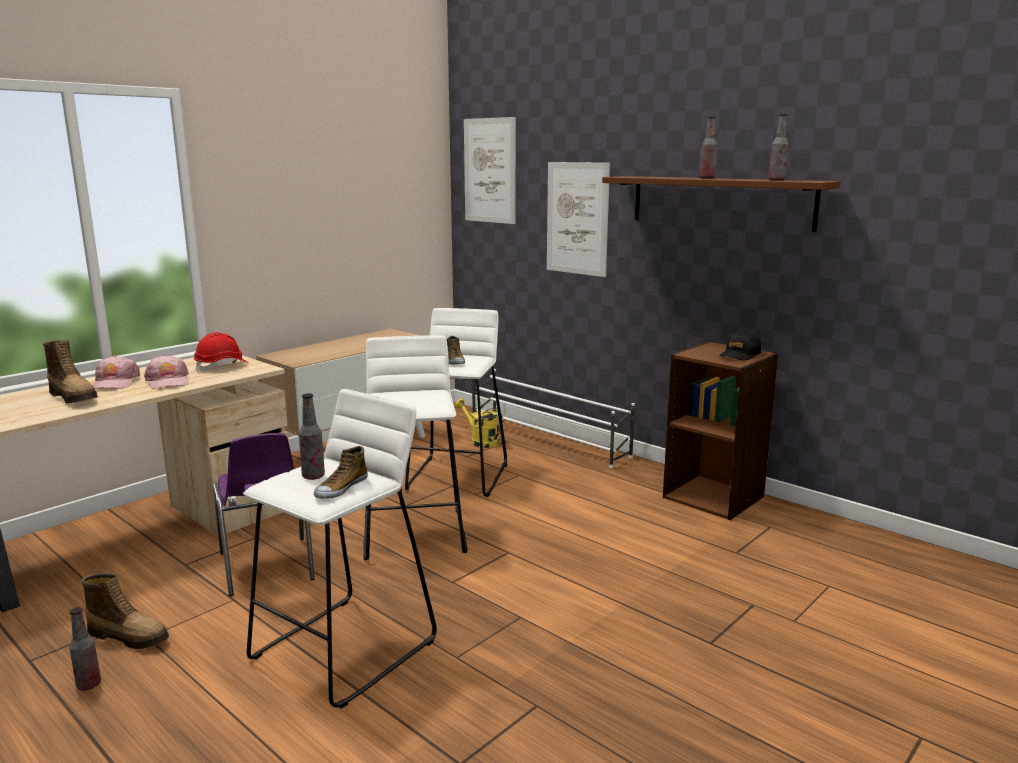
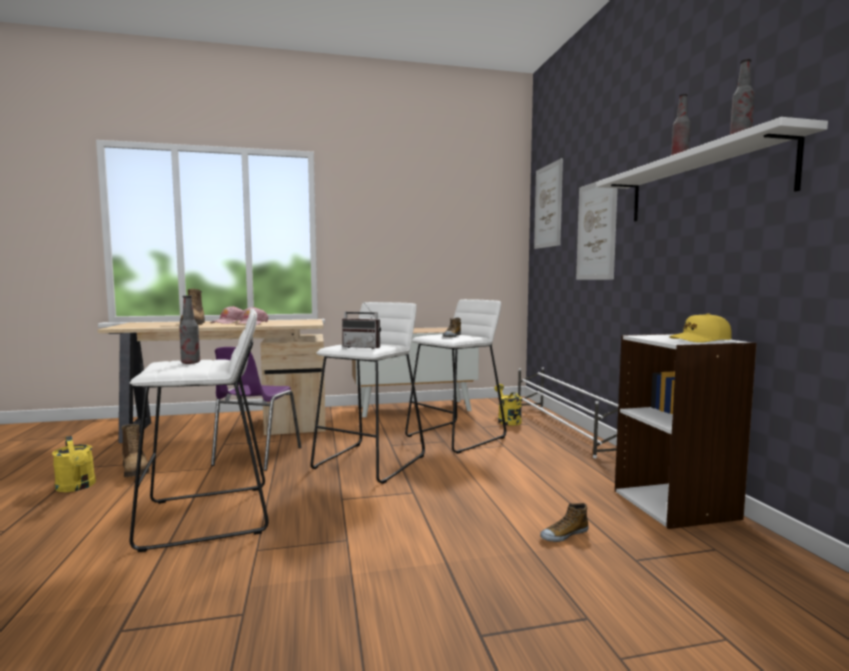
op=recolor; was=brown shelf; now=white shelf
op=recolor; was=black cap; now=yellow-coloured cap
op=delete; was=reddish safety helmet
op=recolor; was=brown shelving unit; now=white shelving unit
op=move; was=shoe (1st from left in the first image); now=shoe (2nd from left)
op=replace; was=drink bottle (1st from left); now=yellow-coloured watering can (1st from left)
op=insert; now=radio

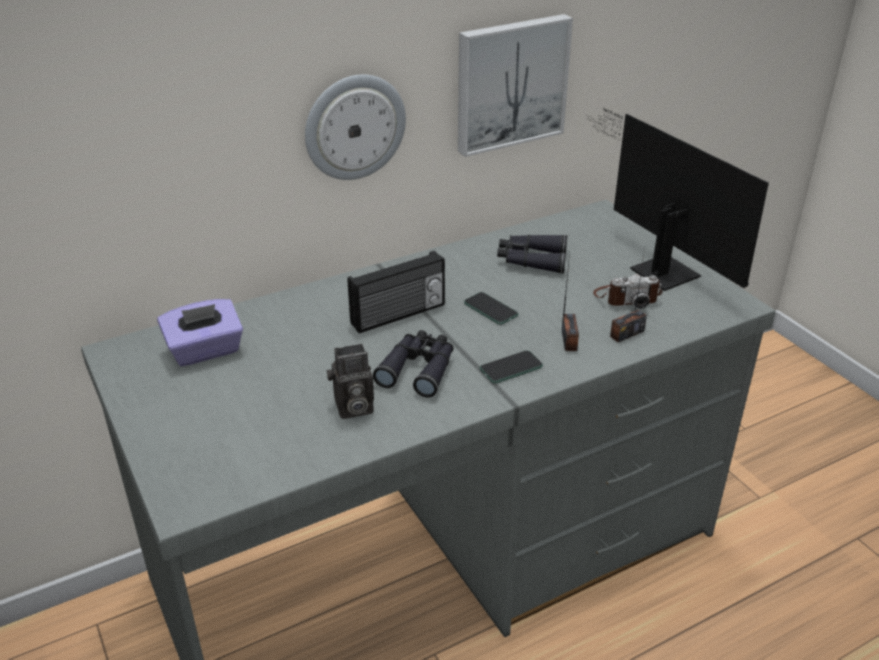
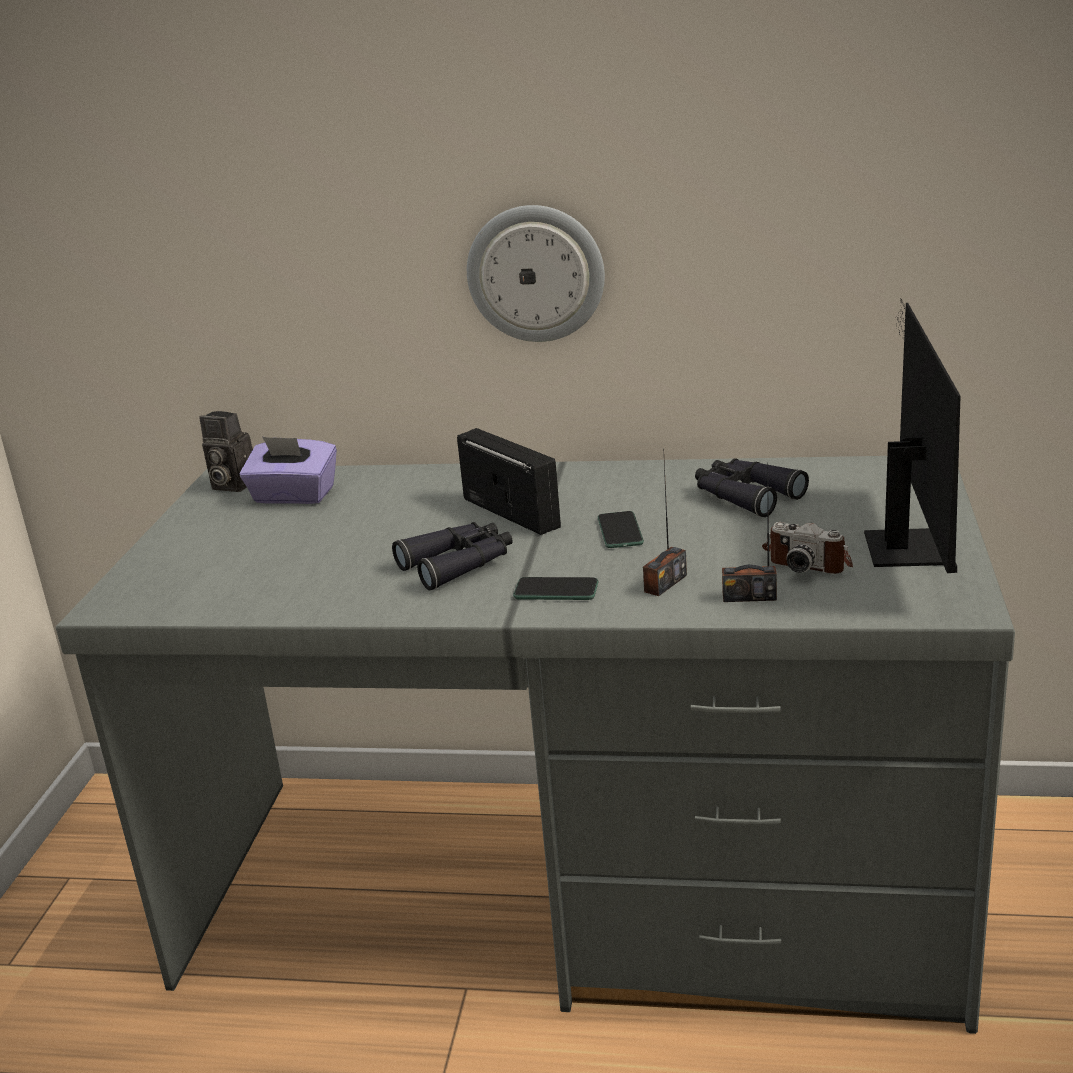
op=delete; was=wall art
op=rotate; was=radio (1st from left); clockwise=-135
op=move; was=photo camera (1st from left)

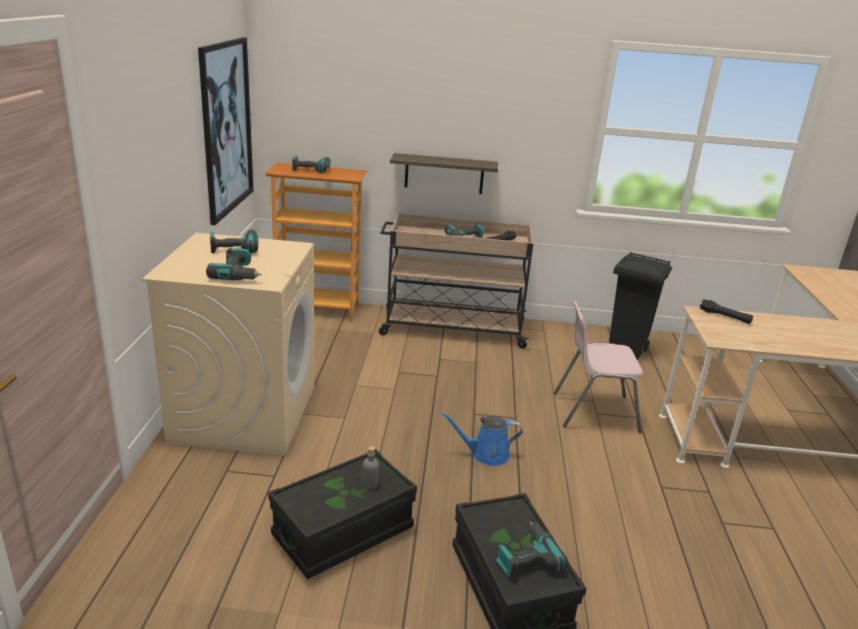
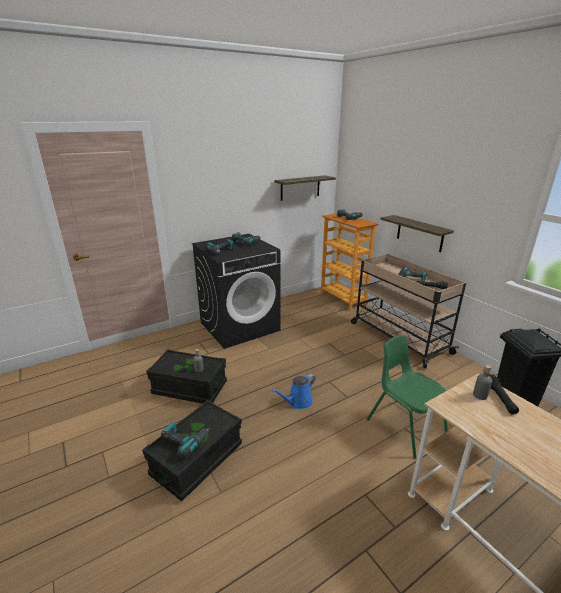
op=replace; was=wall art; now=shelf (1st from left)
op=recolor; was=beige-coloured laundry machine; now=black laundry machine
op=recolor; was=pinkish plain chair; now=green plain chair
op=rotate; was=blue watering can; clockwise=-90
op=insert; now=greyish drink bottle (2nd from left)

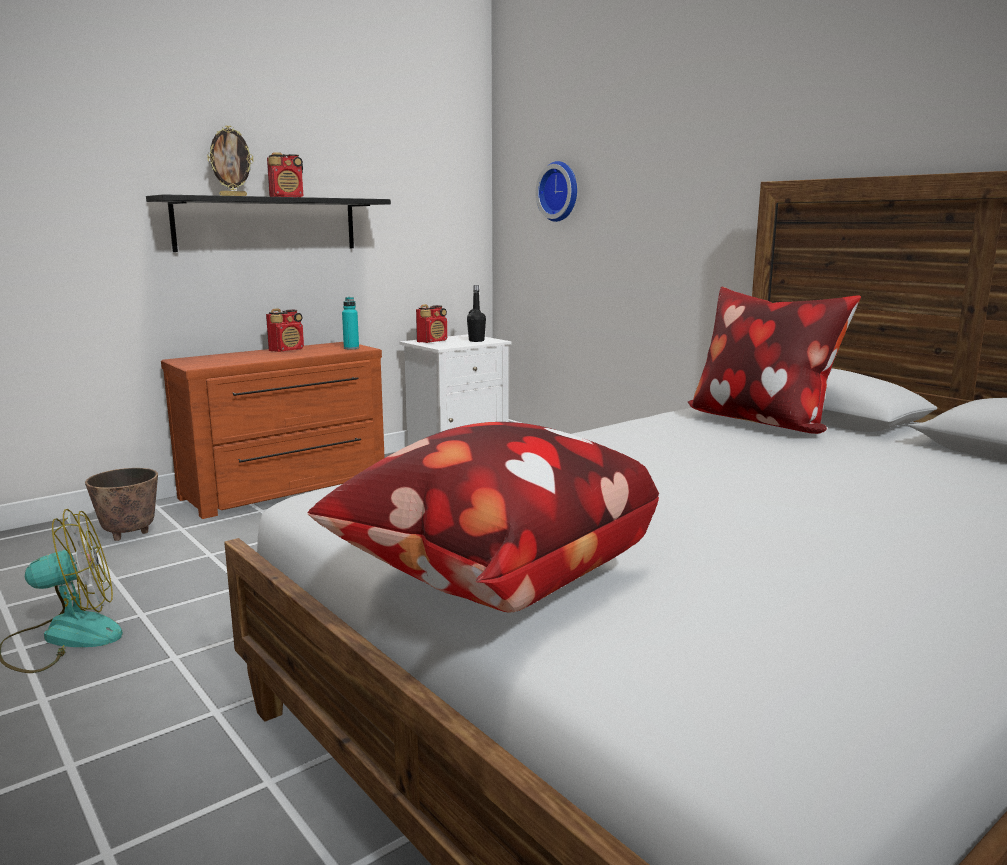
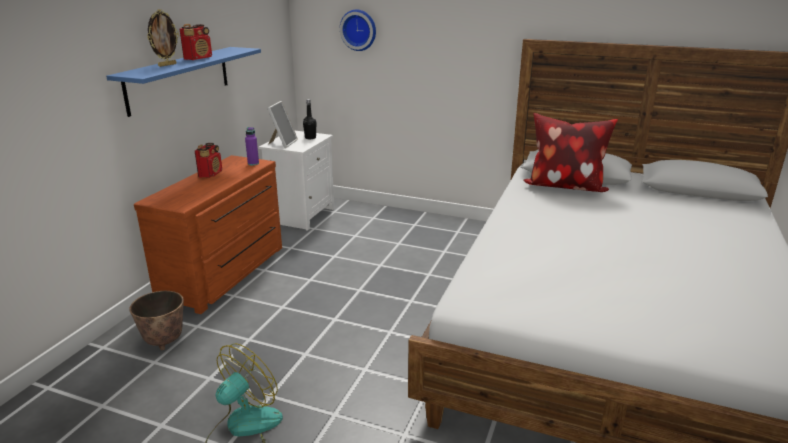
op=recolor; was=black shelf; now=blue shelf
op=recolor; was=turquoise-coloured drink bottle; now=purple drink bottle
op=replace; was=radio (3rd from left); now=picture frame (2nd from left)
op=delete; was=throw pillow (1st from left)

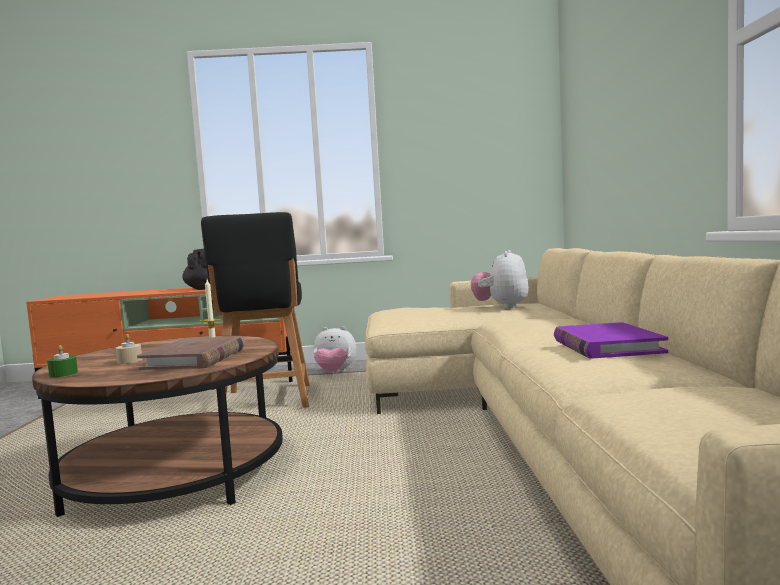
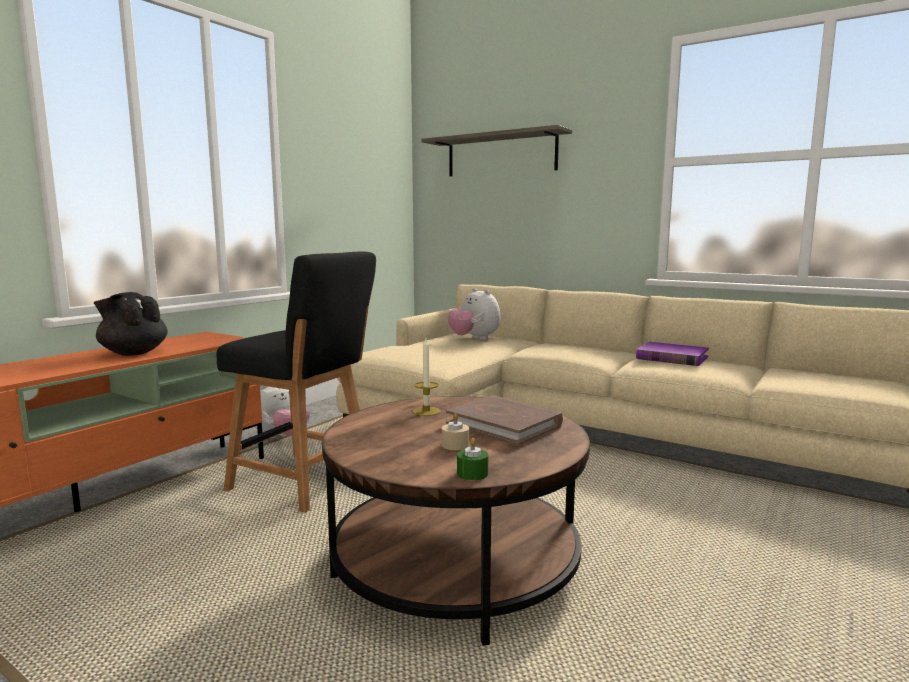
op=insert; now=shelf

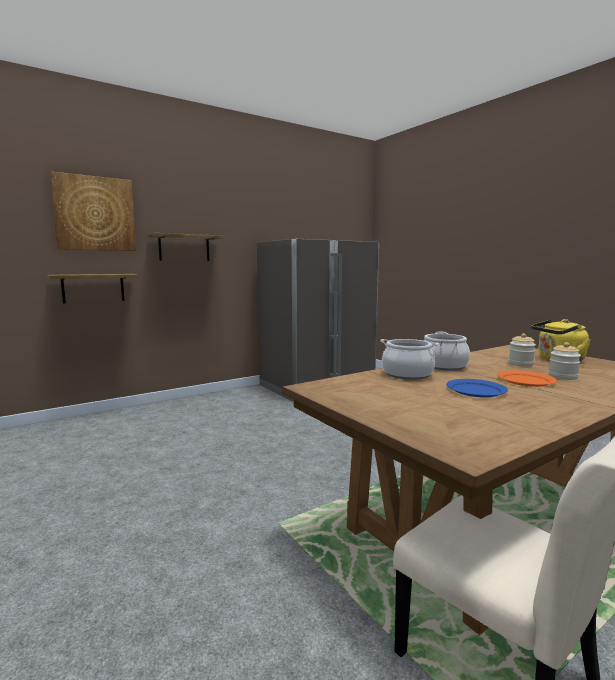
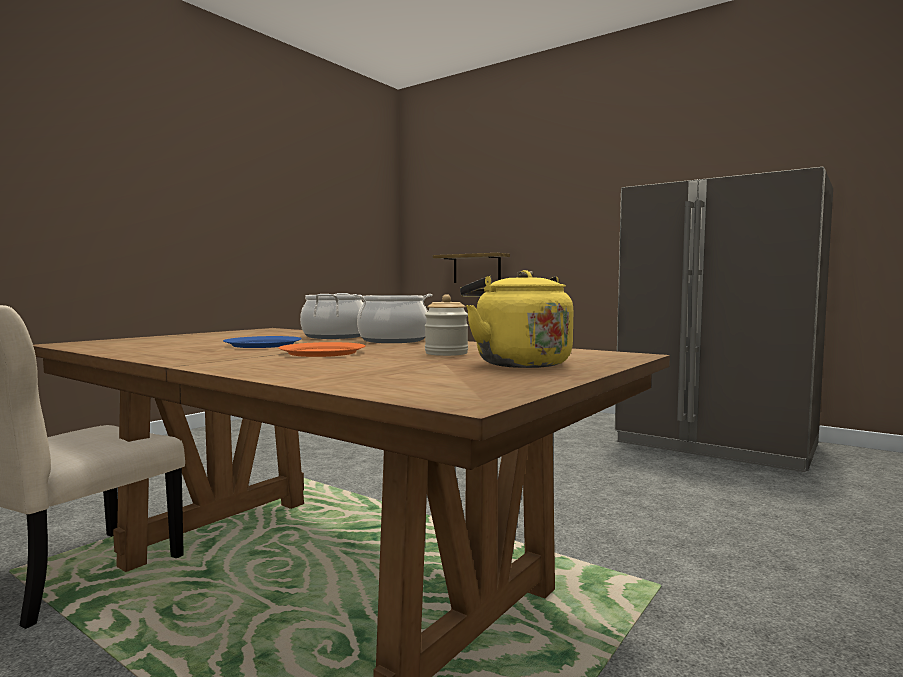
op=delete; was=wall art
op=delete; was=shelf (2nd from left)
op=delete; was=storage jar (2nd from left)

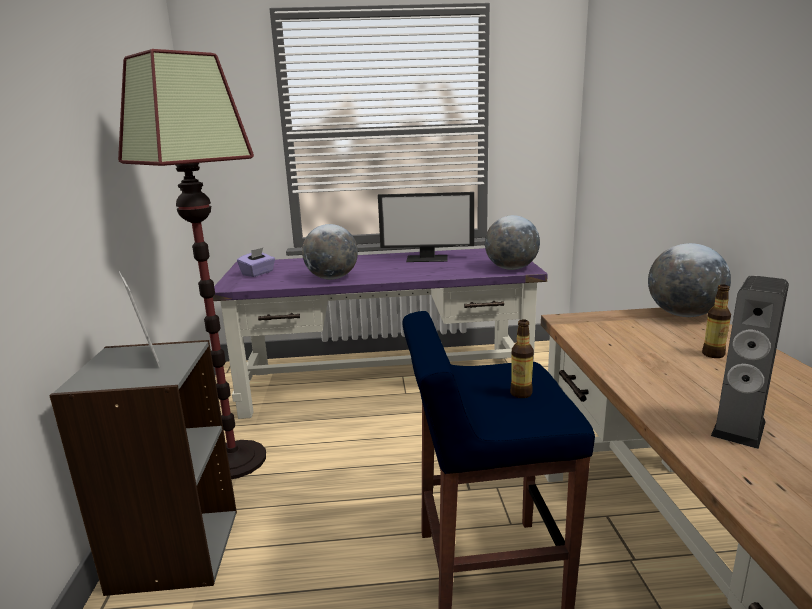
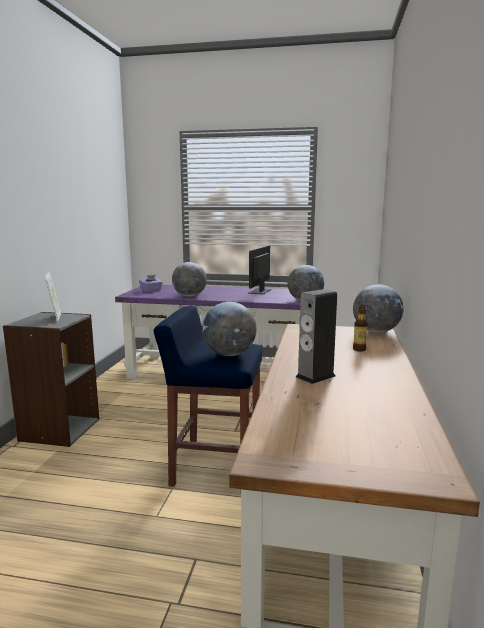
op=delete; was=standing lamp
op=rotate; was=computer display; clockwise=90
op=replace; was=drink bottle (1st from left); now=desk globe (2nd from left)

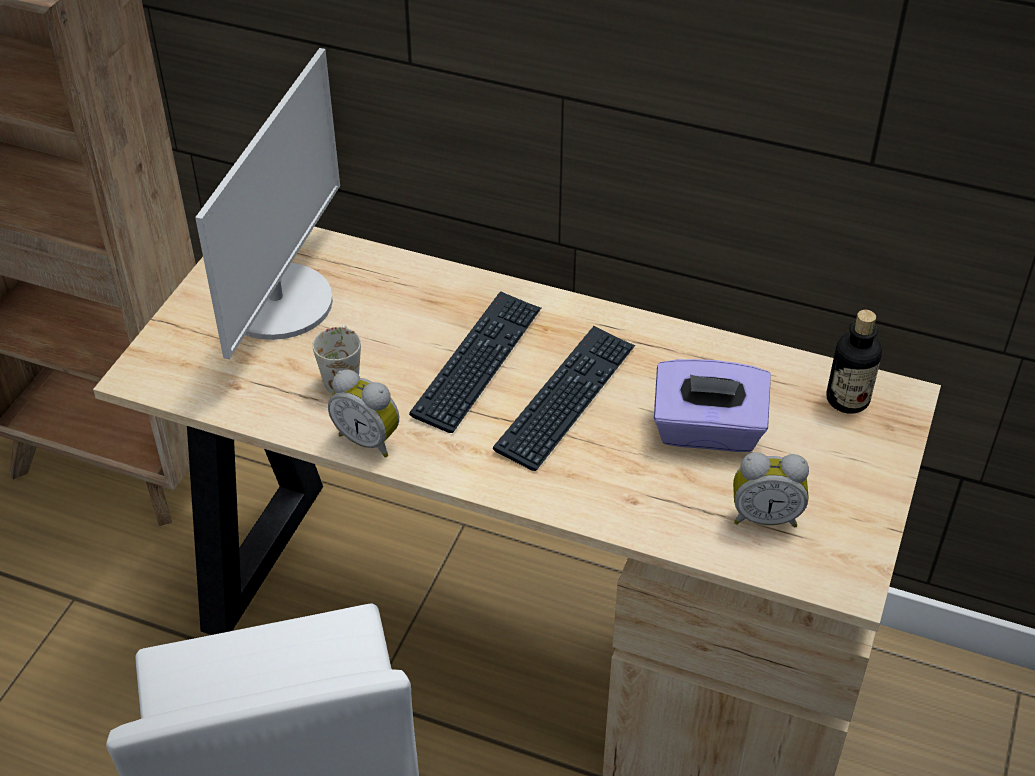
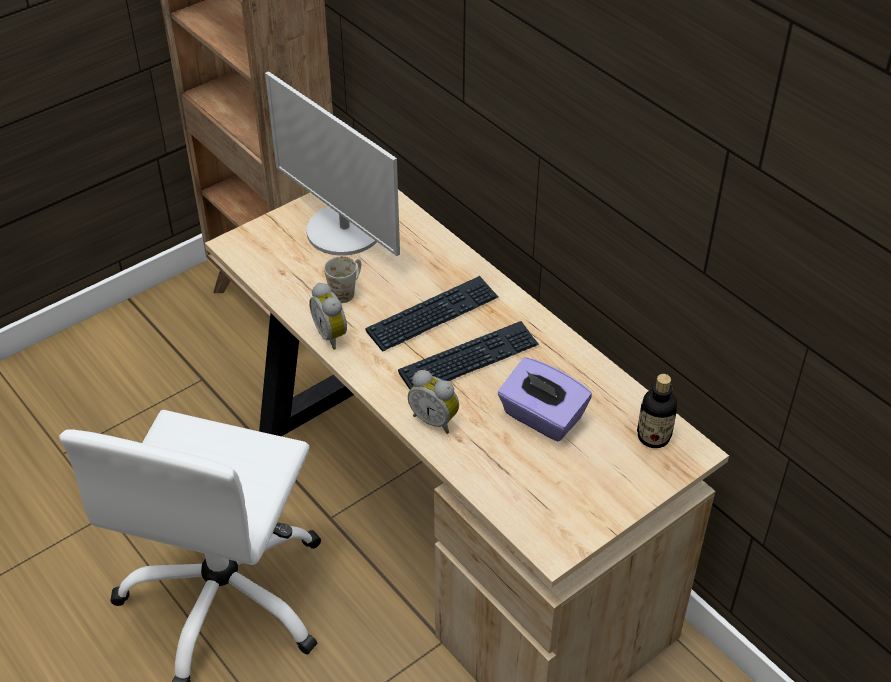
op=rotate; was=computer display; clockwise=90
op=move; was=alarm clock (2nd from left)

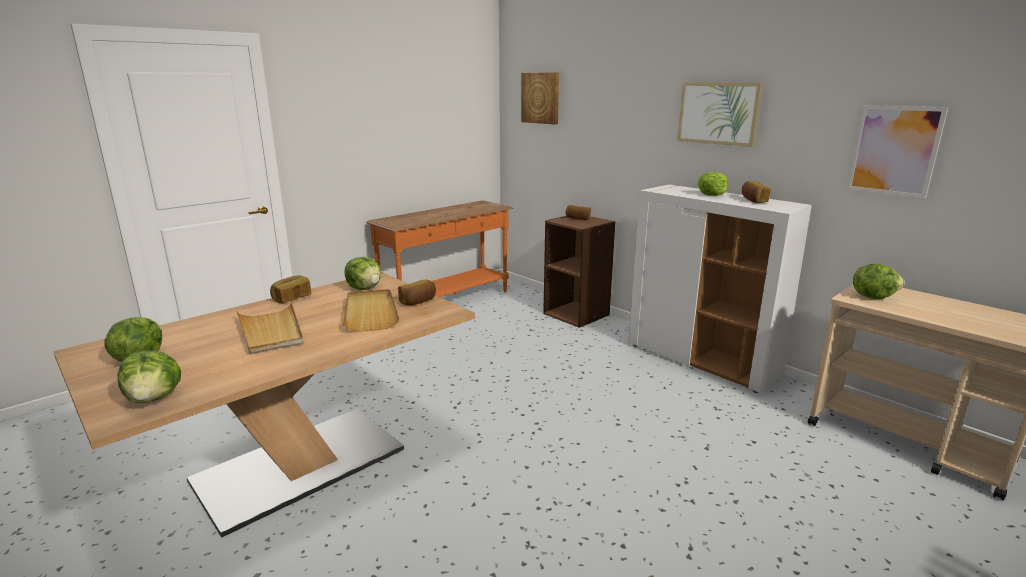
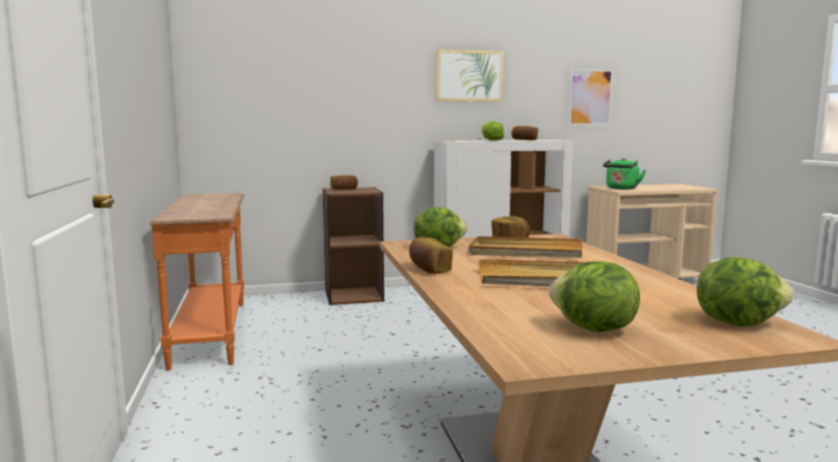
op=delete; was=wall art (1st from left)
op=replace; was=lettuce head (5th from left); now=green kettle

